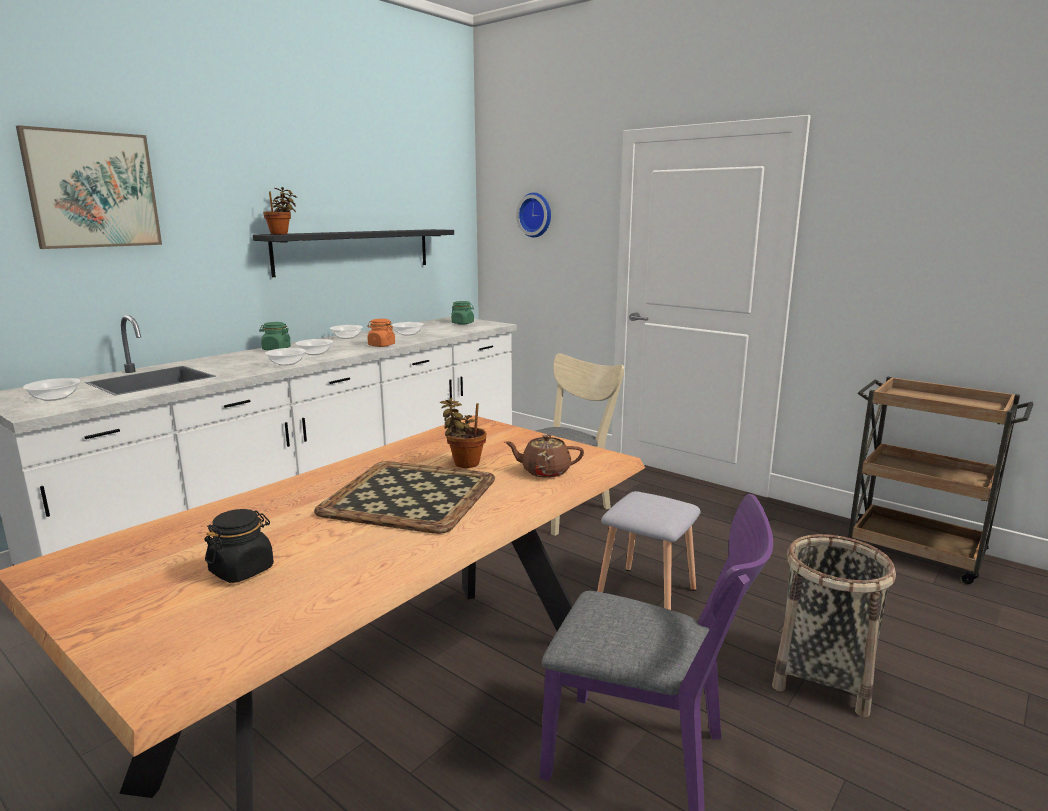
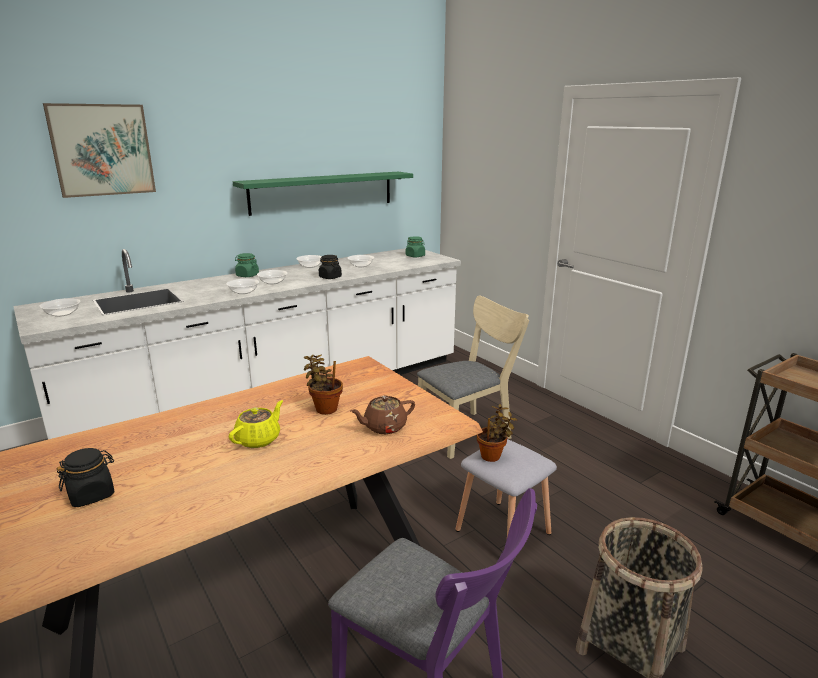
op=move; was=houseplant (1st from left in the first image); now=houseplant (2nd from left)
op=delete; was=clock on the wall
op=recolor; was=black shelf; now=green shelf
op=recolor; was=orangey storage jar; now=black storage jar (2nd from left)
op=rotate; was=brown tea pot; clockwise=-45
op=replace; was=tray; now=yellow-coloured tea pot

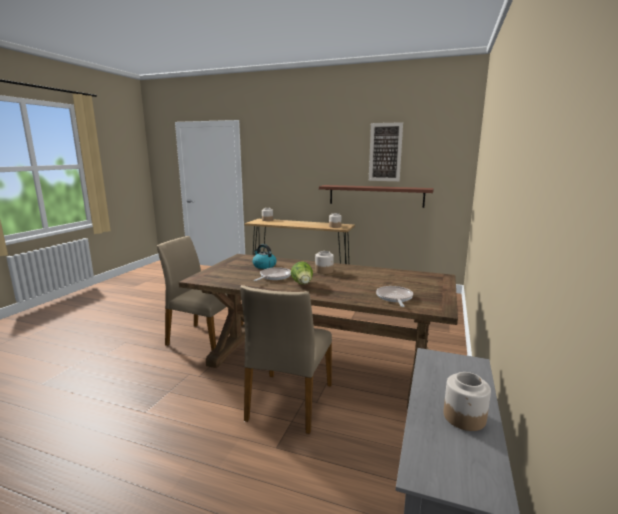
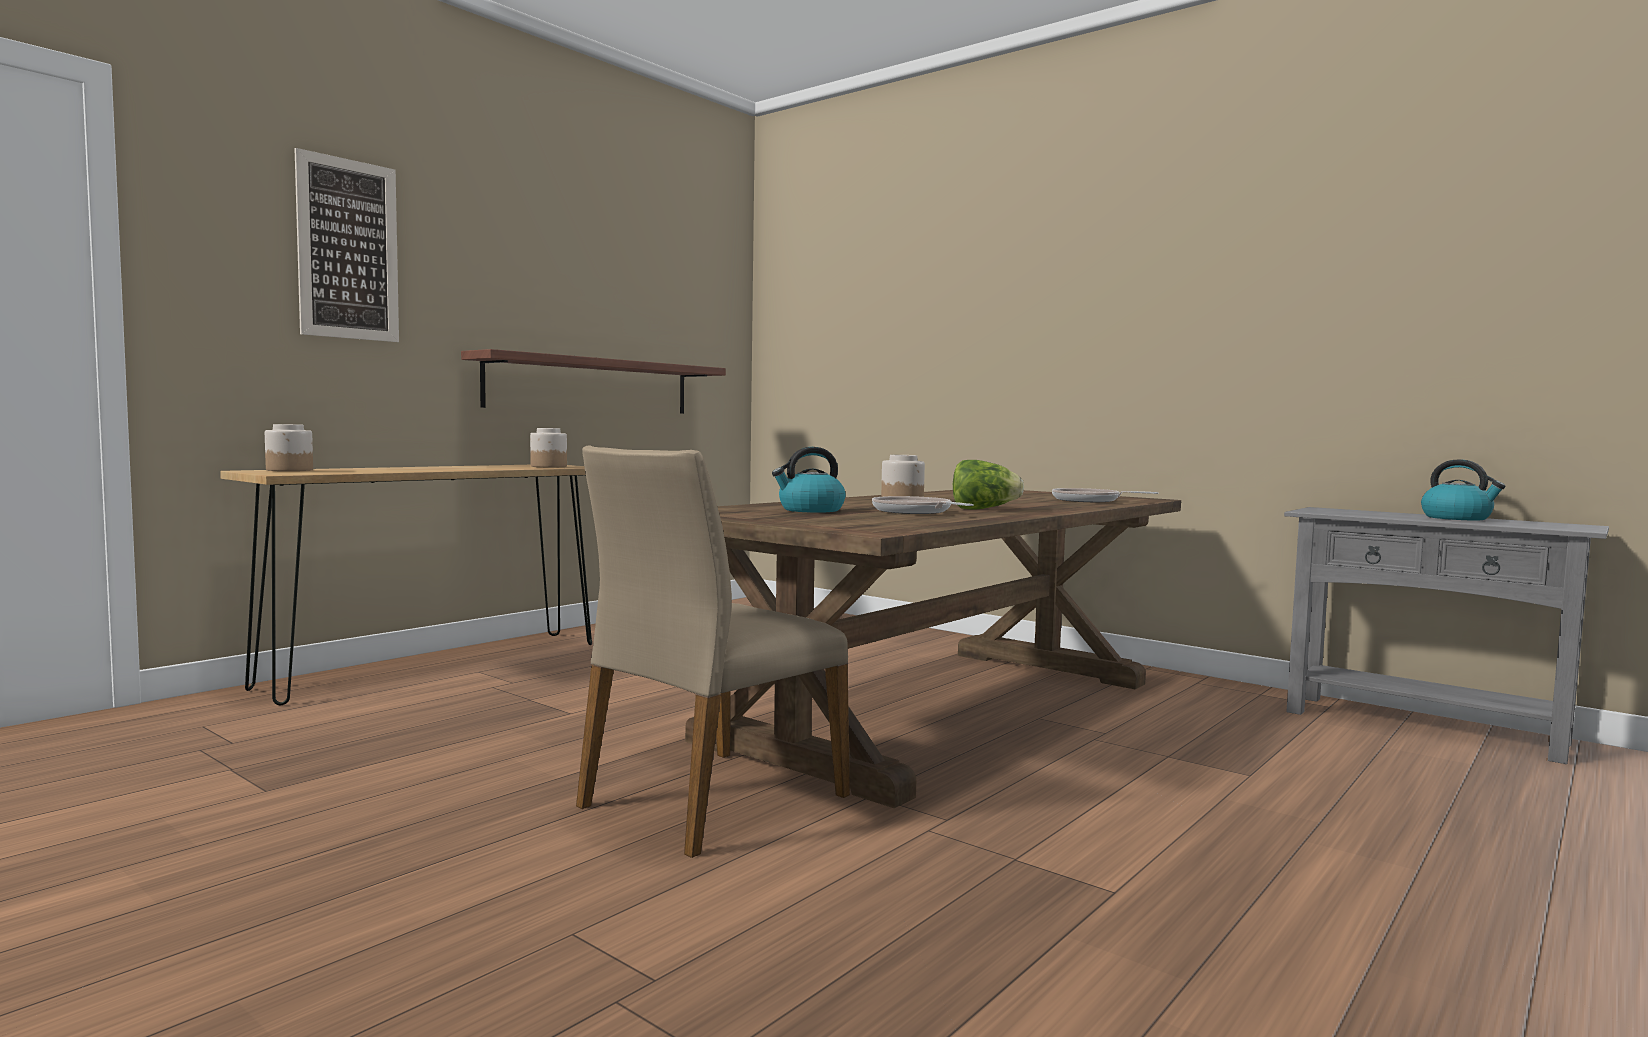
op=move; was=wall art
op=delete; was=beige-coloured plain chair (2nd from left)
op=replace; was=storage jar (4th from left); now=kettle (2nd from left)

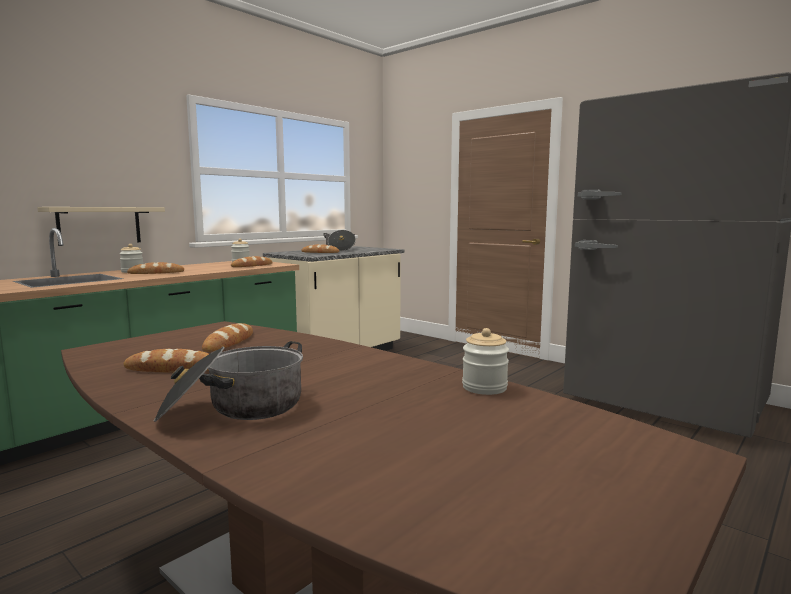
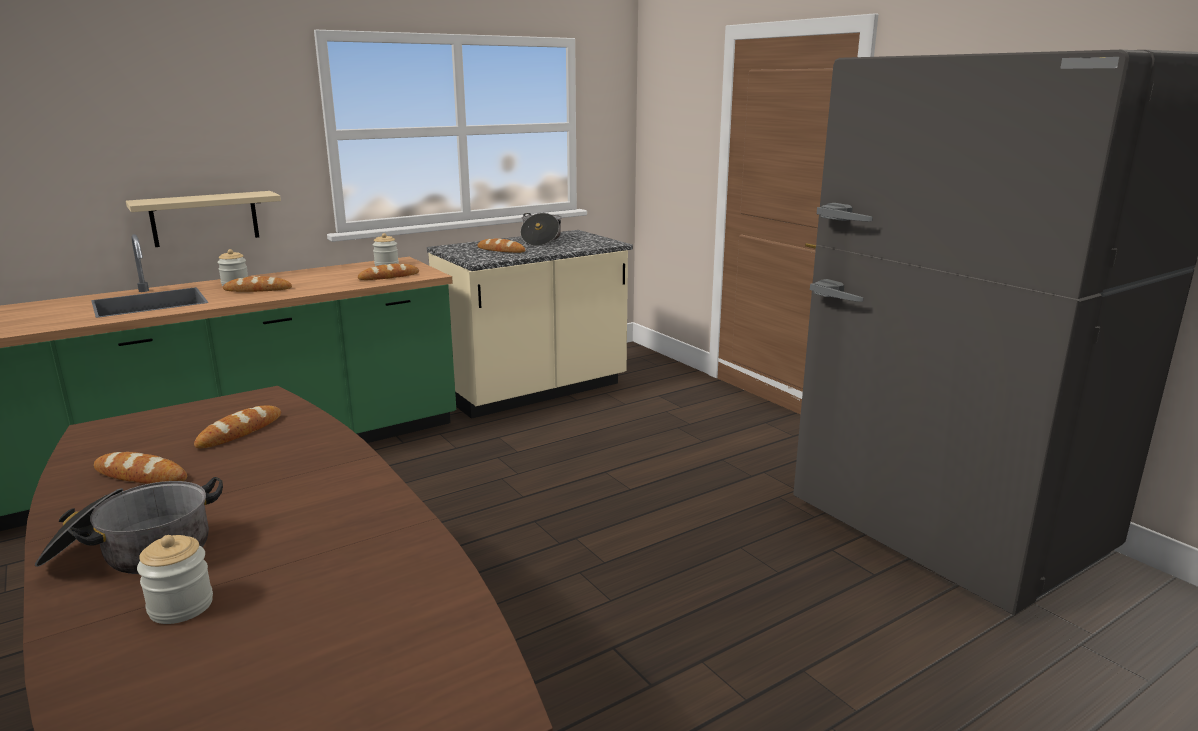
op=move; was=storage jar (3rd from left in the first image); now=storage jar (1st from left)

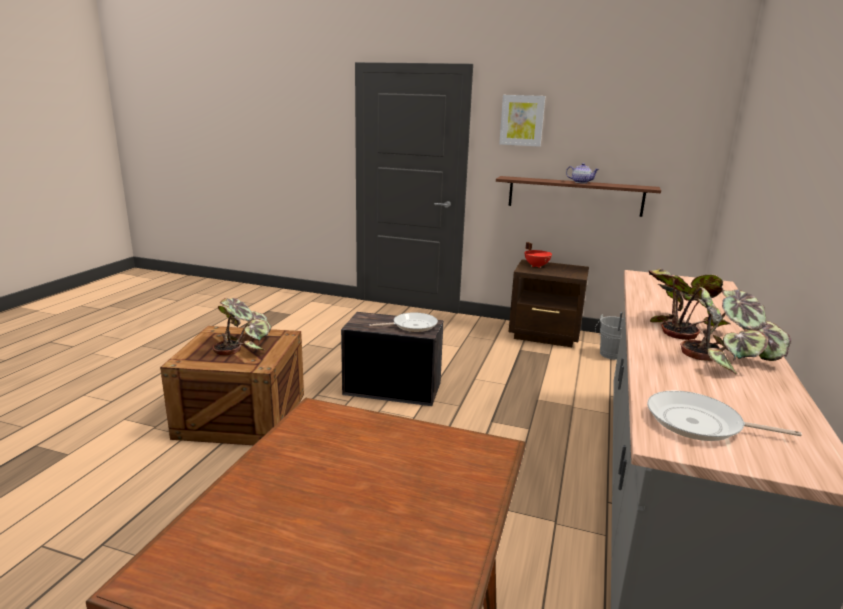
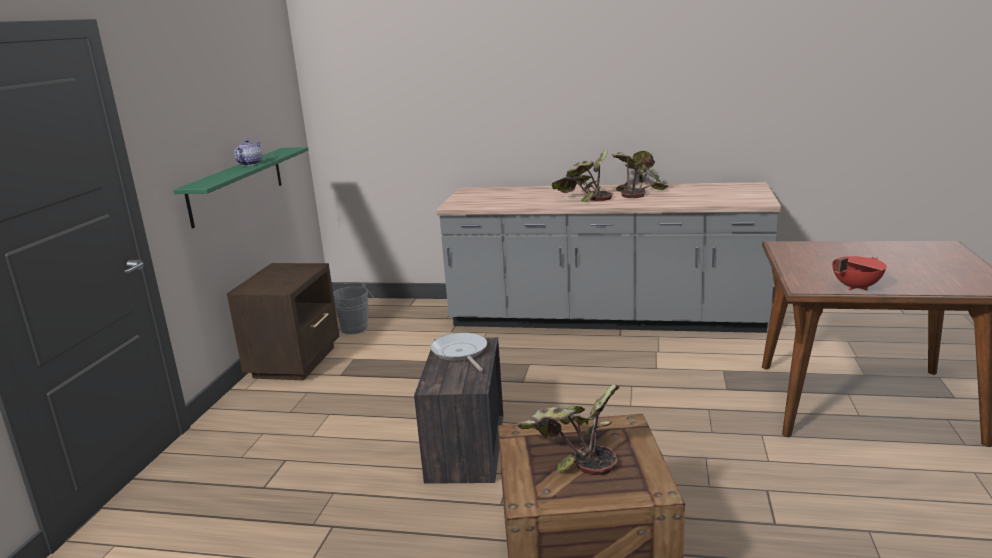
op=delete; was=wall art
op=recolor; was=brown shelf; now=green shelf
op=move; was=reddish cooking pot
op=delete; was=frying pan (2nd from left)

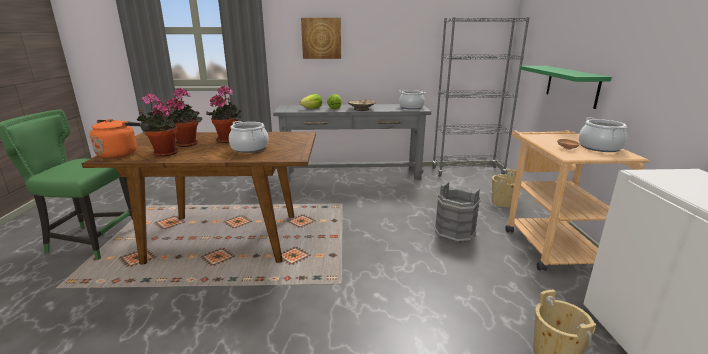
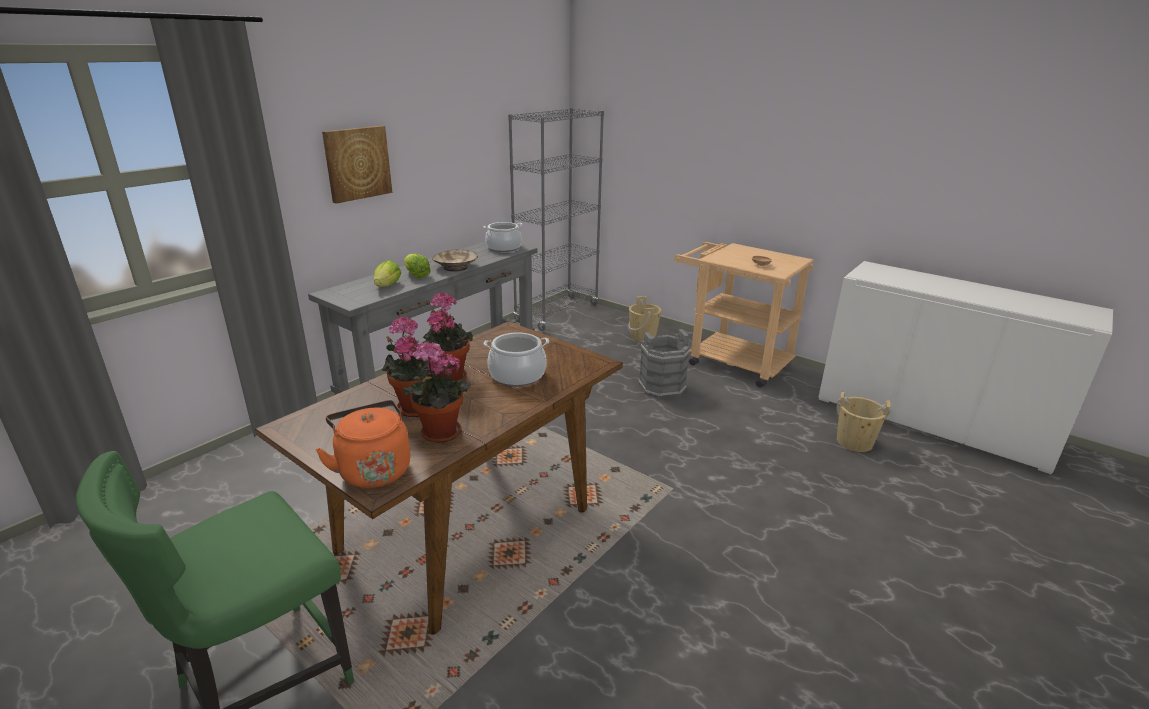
op=delete; was=green shelf
op=delete; was=cooking pot (3rd from left)

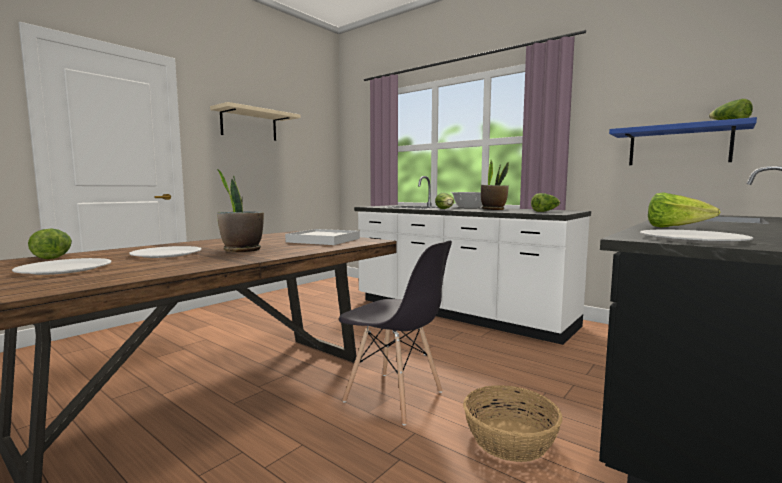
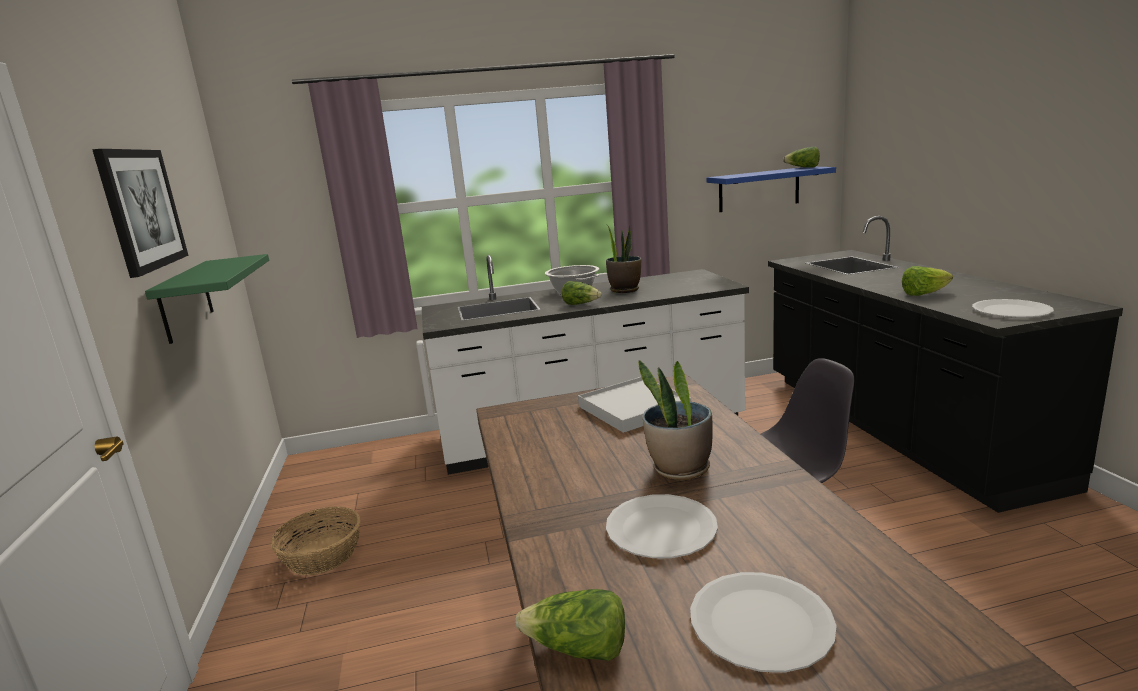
op=replace; was=beige-coloured shelf; now=wall art
op=delete; was=lettuce head (3rd from left)
op=move; was=storage basket
op=insert; now=green shelf

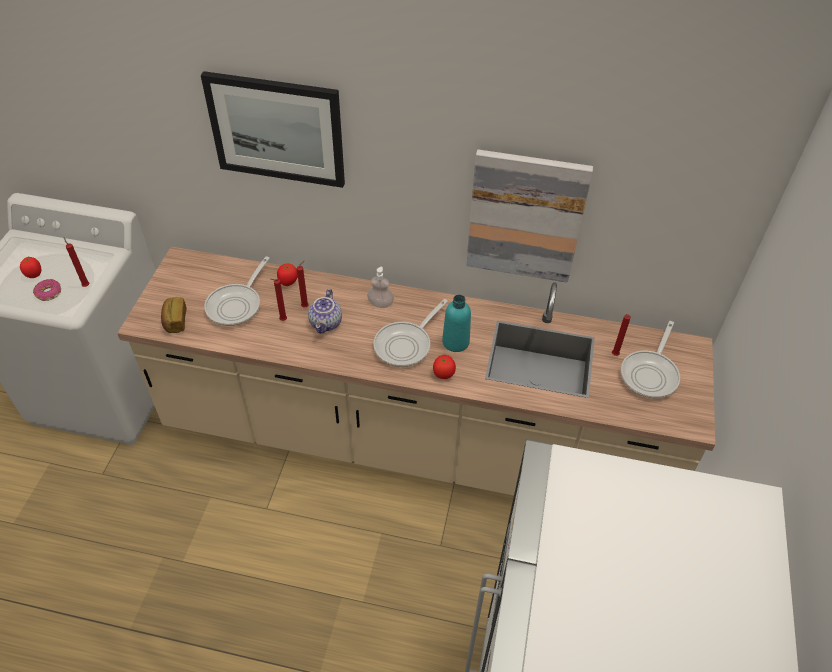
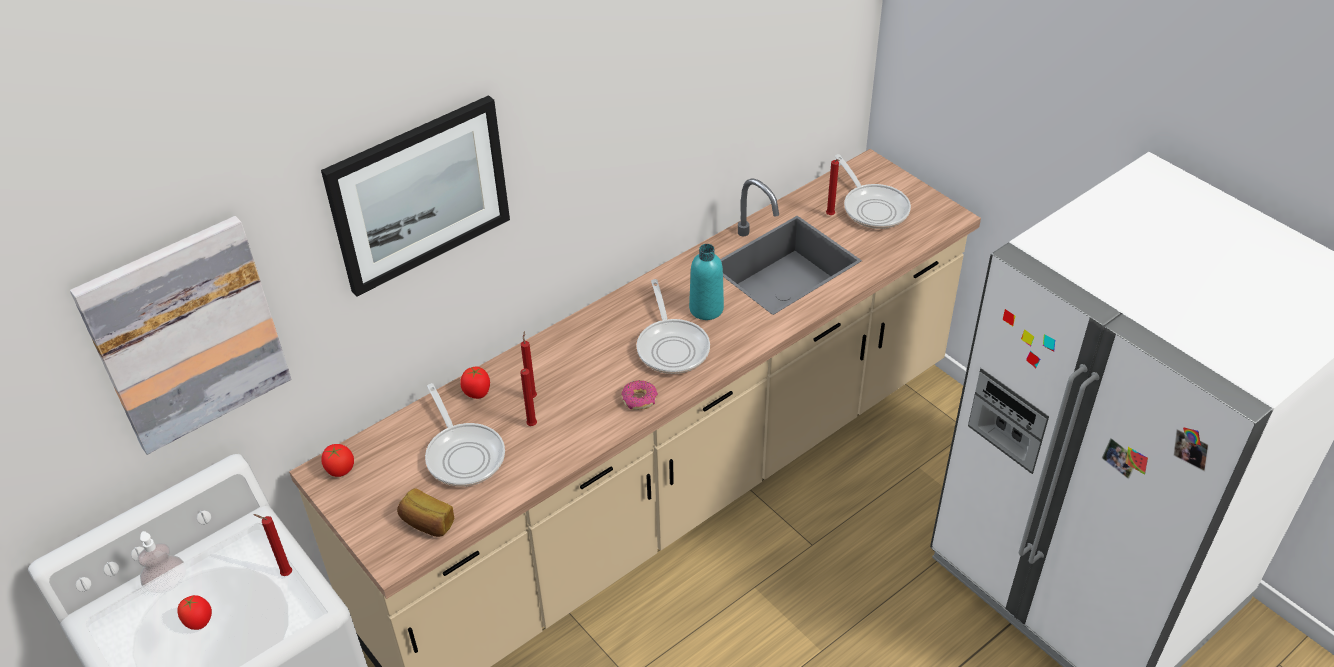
op=move; was=wall art (2nd from left in the first image); now=wall art (1st from left)
op=move; was=soap bottle
op=move; was=ring doughnut
op=delete; was=tea pot
op=move; was=whole tomato (3rd from left in the first image); now=whole tomato (2nd from left)

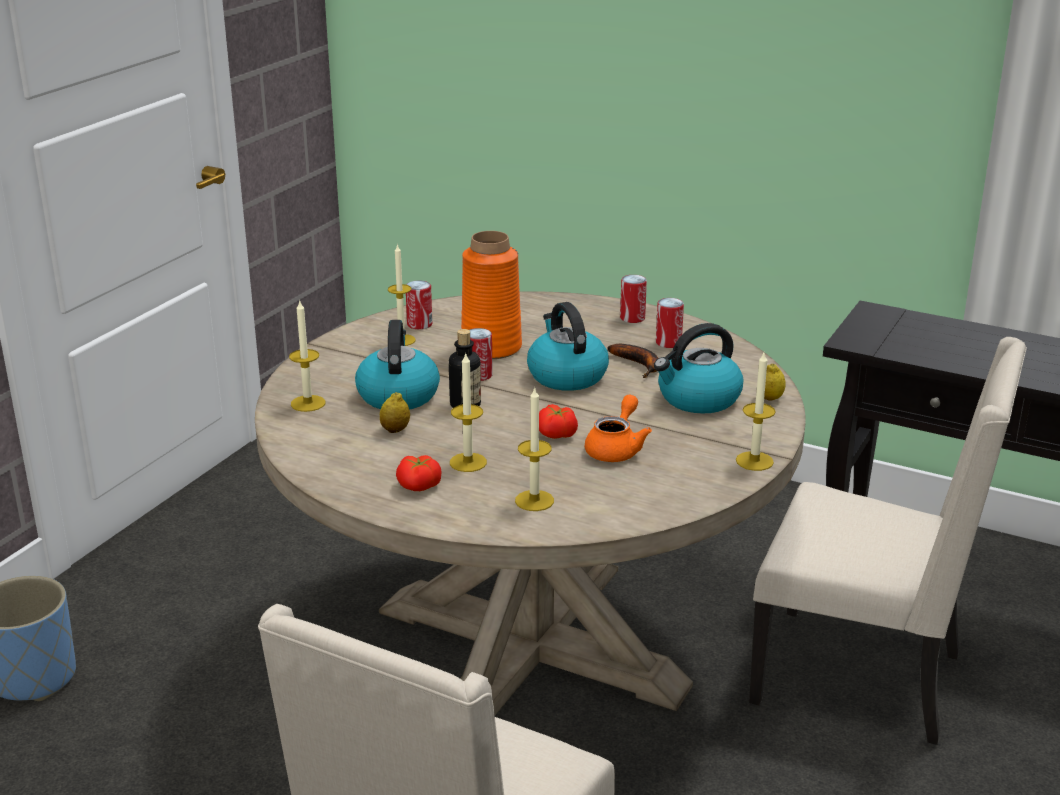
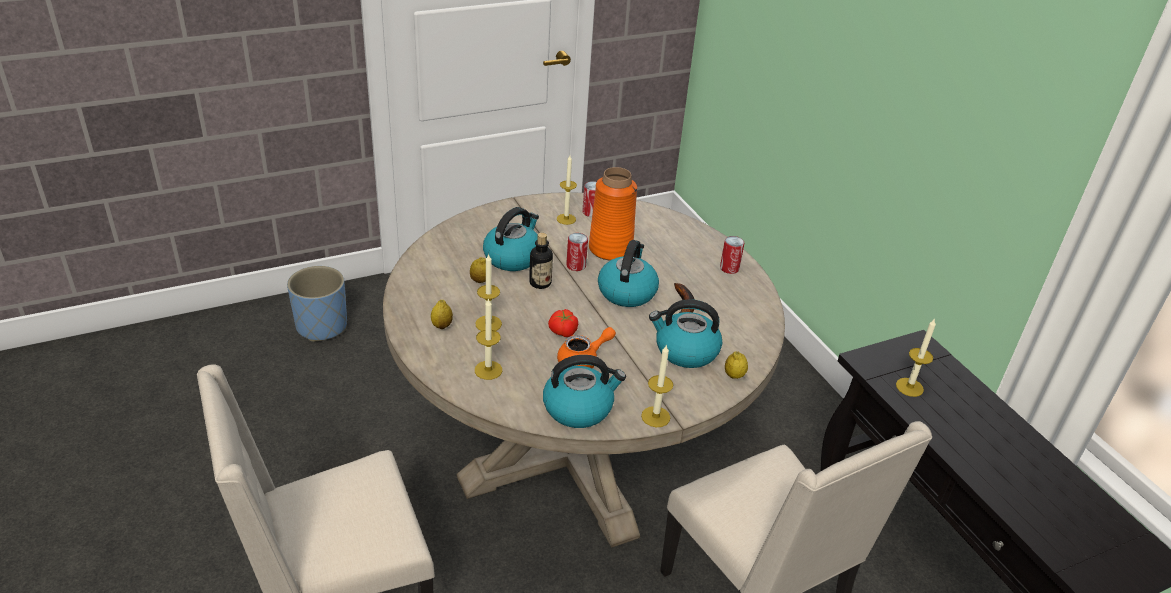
op=delete; was=metal can (4th from left)
op=move; was=wax light (1st from left in the first image); now=wax light (5th from left)
op=replace; was=whole tomato (1st from left); now=citrus fruit (1st from left)
op=insert; now=kettle (2nd from left)

